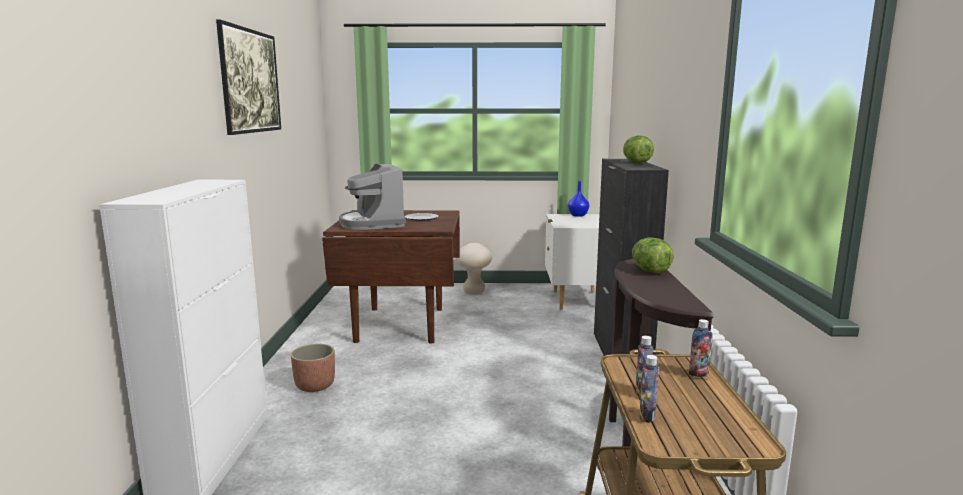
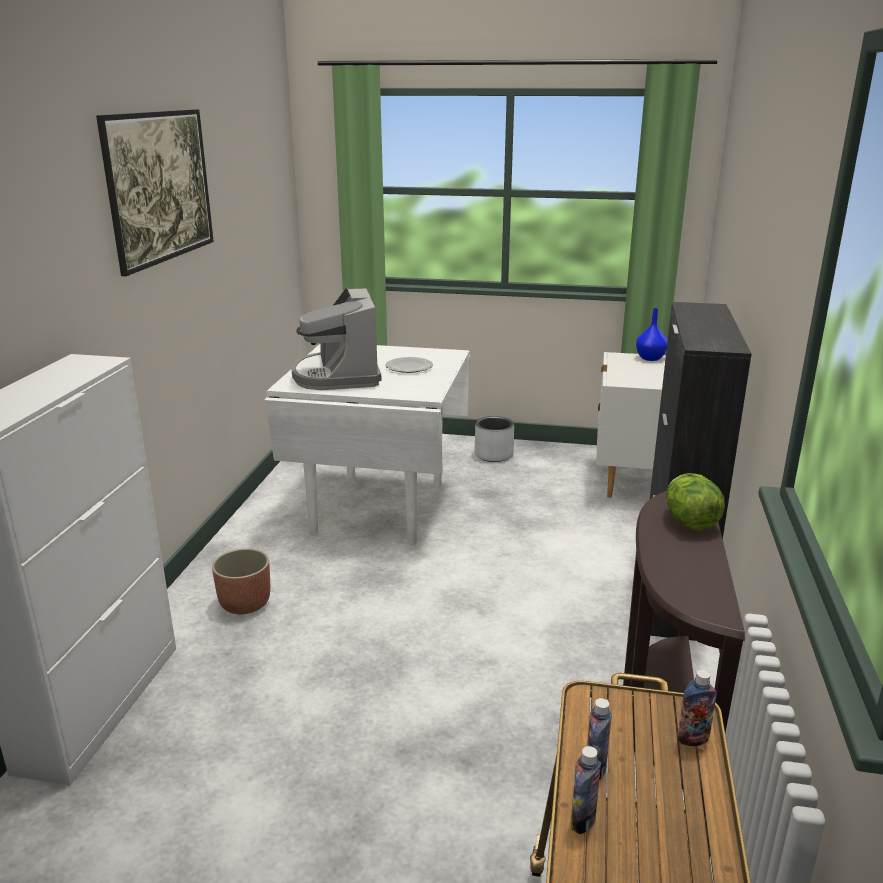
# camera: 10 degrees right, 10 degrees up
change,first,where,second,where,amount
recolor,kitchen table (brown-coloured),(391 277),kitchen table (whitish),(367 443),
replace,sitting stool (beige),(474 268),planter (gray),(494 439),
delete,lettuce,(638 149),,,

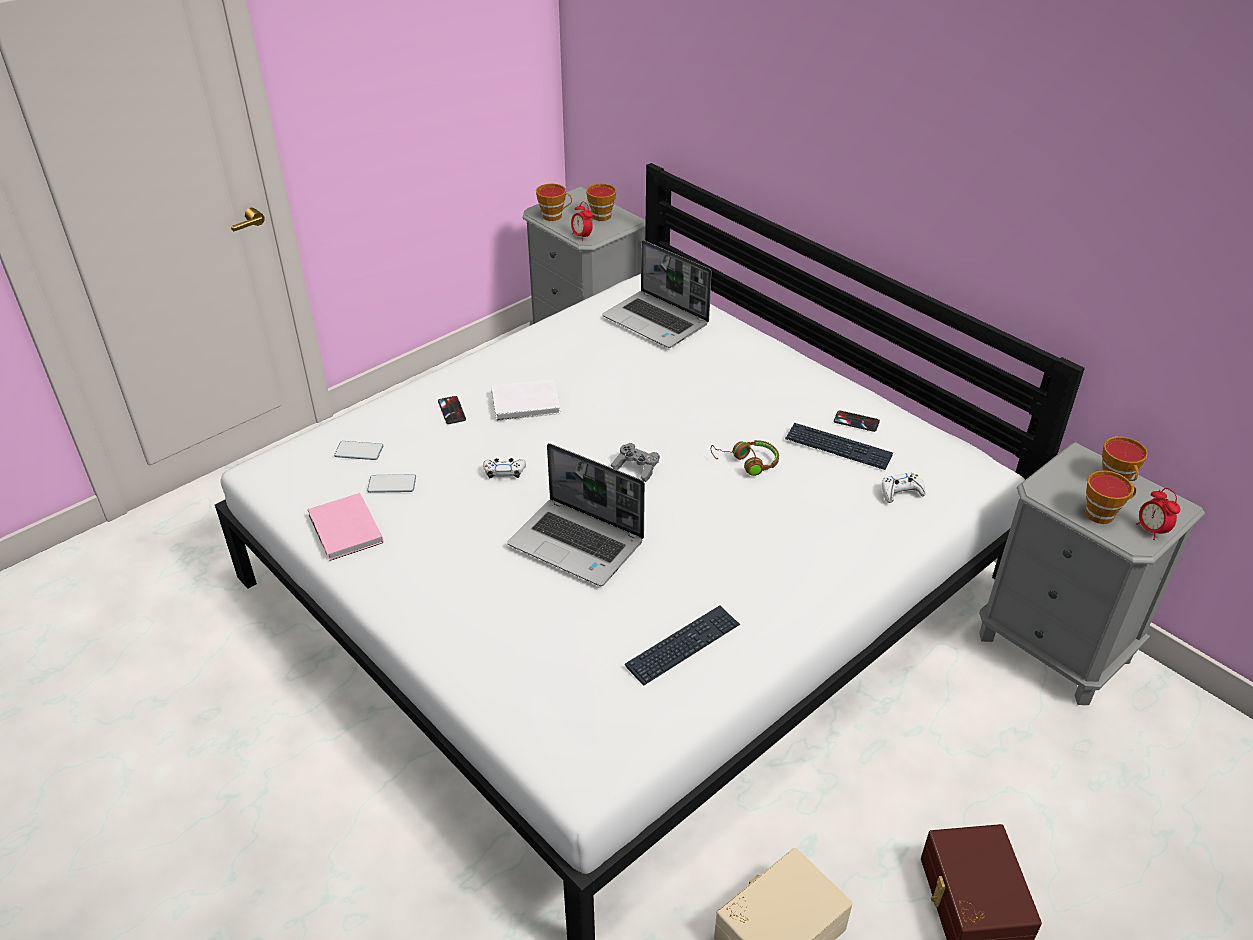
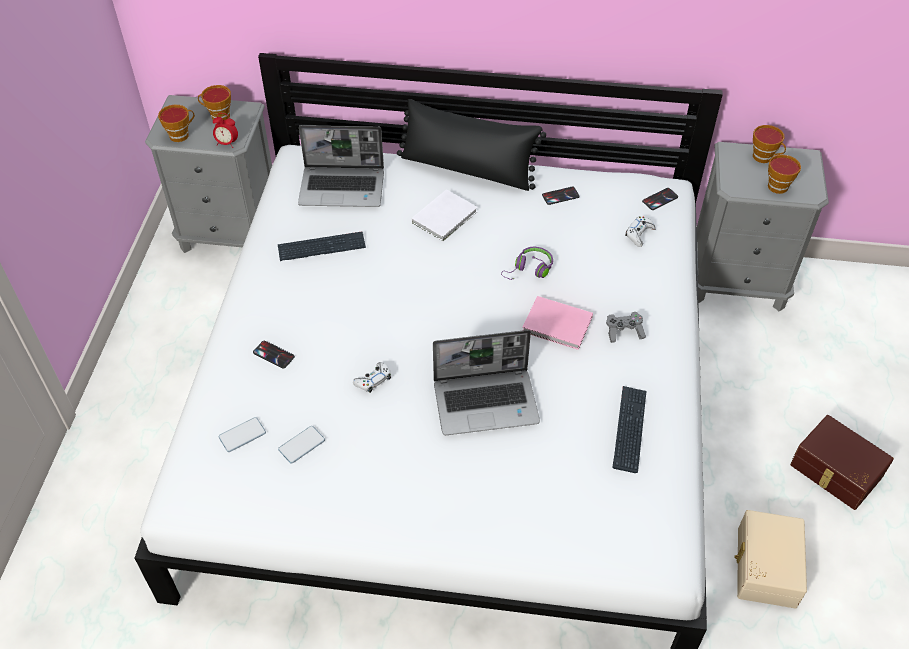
# camera: 40 degrees left, 10 degrees up
change,first,where,second,where,amount
move,bound book (pink),(345 527),,(557 323),
move,bound book (whitish),(526 400),,(445 215),
move,gamepad (gray),(635 462),,(626 327),
recolor,headset (brown-coloured),(745 458),headset (purple-coloured),(527 263),
move,computer keyboard,(839 446),,(322 246),
delete,bedside clock,(1158 514),,,
insert,,,throw pillow (black-coloured),(471 145),
insert,,,telephone,(660 199),

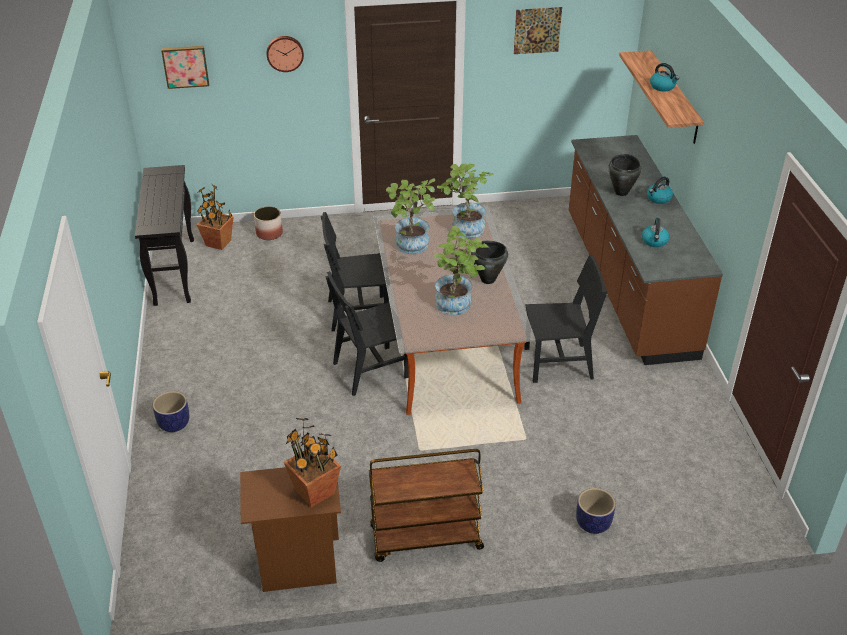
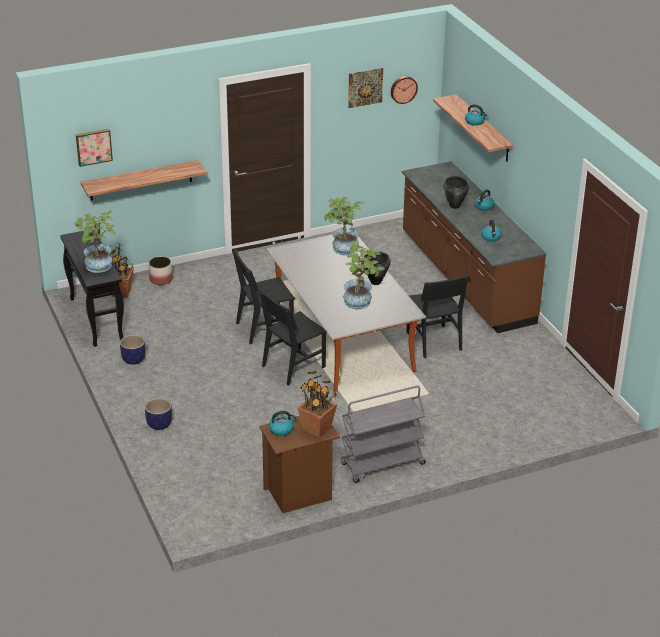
# camera: 15 degrees left, 5 degrees down
change,first,where,second,where,amount
move,wall clock,(285 54),,(404 90),
recolor,cart (brown-coloured),(426 505),cart (gray),(383 434),
move,potted plant,(410 216),,(94 241),
rotate,chair (black-coloured),(566 319),,(437 316),90 degrees clockwise
move,planter,(596 511),,(133 350),
insert,,,wall shelf,(144 180),
insert,,,kettle,(282 423),

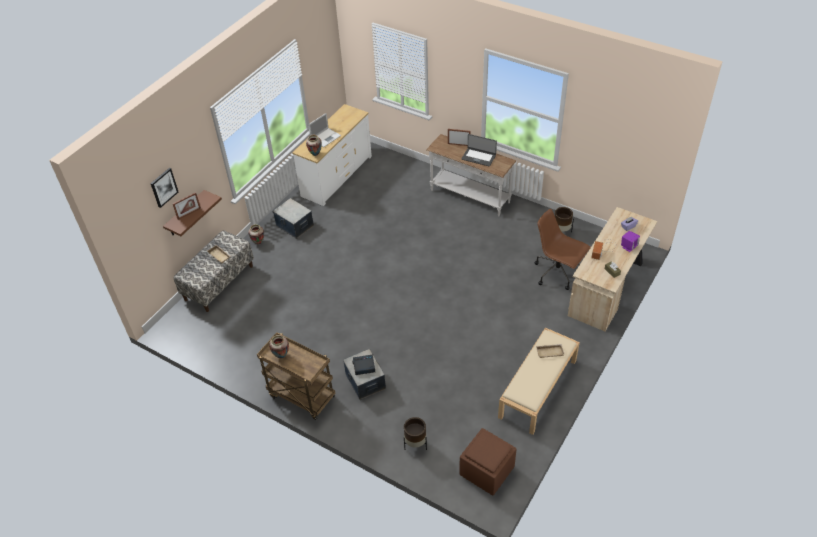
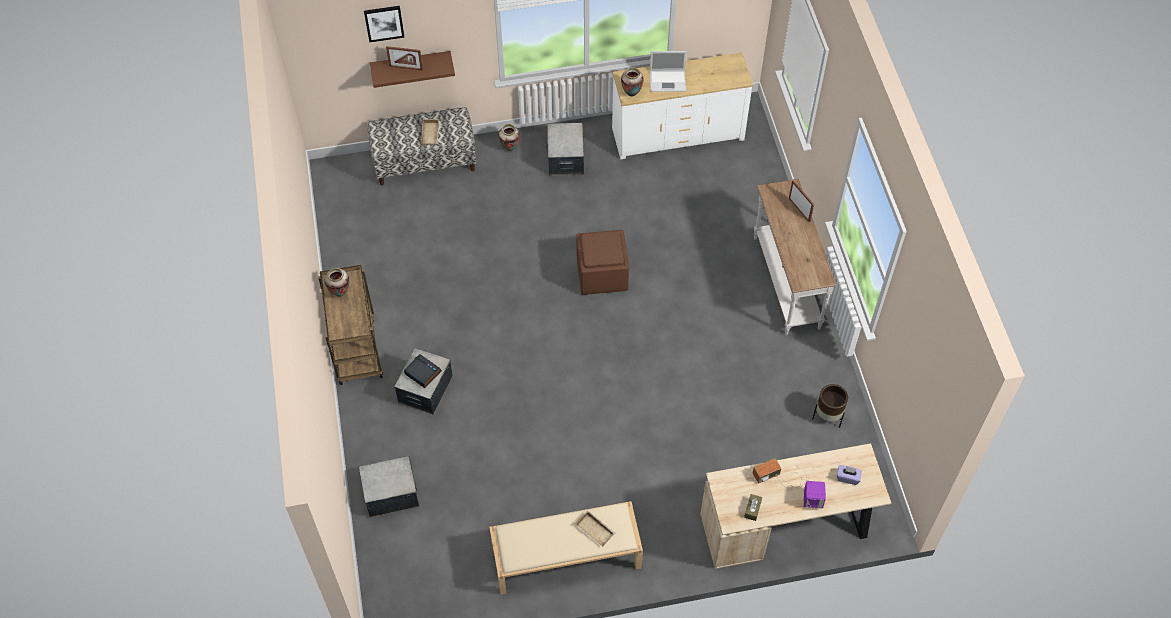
# camera: 45 degrees right, 10 degrees up
change,first,where,second,where,amount
replace,planter (brown-coloured),(415 433),storage container,(389 486),
move,footrest (brown-coloured),(488 461),,(602 262),
delete,portable computer,(479 150),,,
delete,office chair (brown-coloured),(562 249),,,

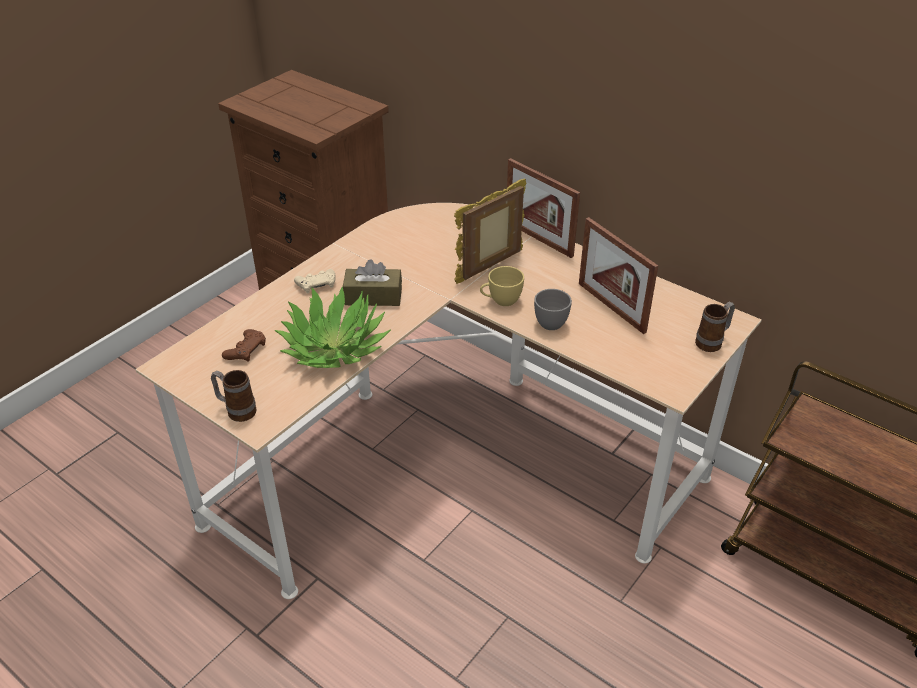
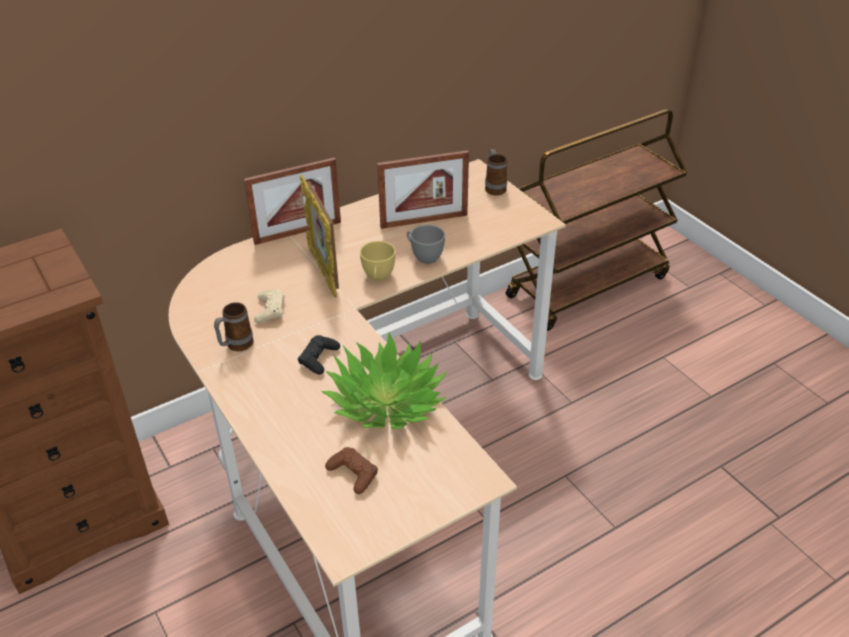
# camera: 70 degrees left, 0 degrees up
change,first,where,second,where,amount
move,mug,(233 396),,(234 326),
move,gamepad (beige),(314 281),,(269 306),
replace,tissue box (brown-coloured),(372 282),gamepad (black-coloured),(319 354),

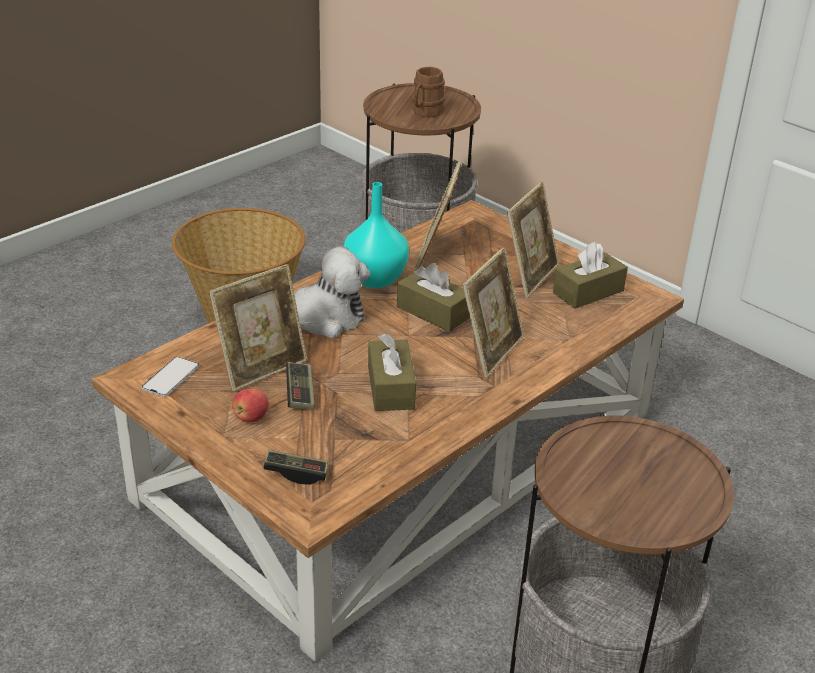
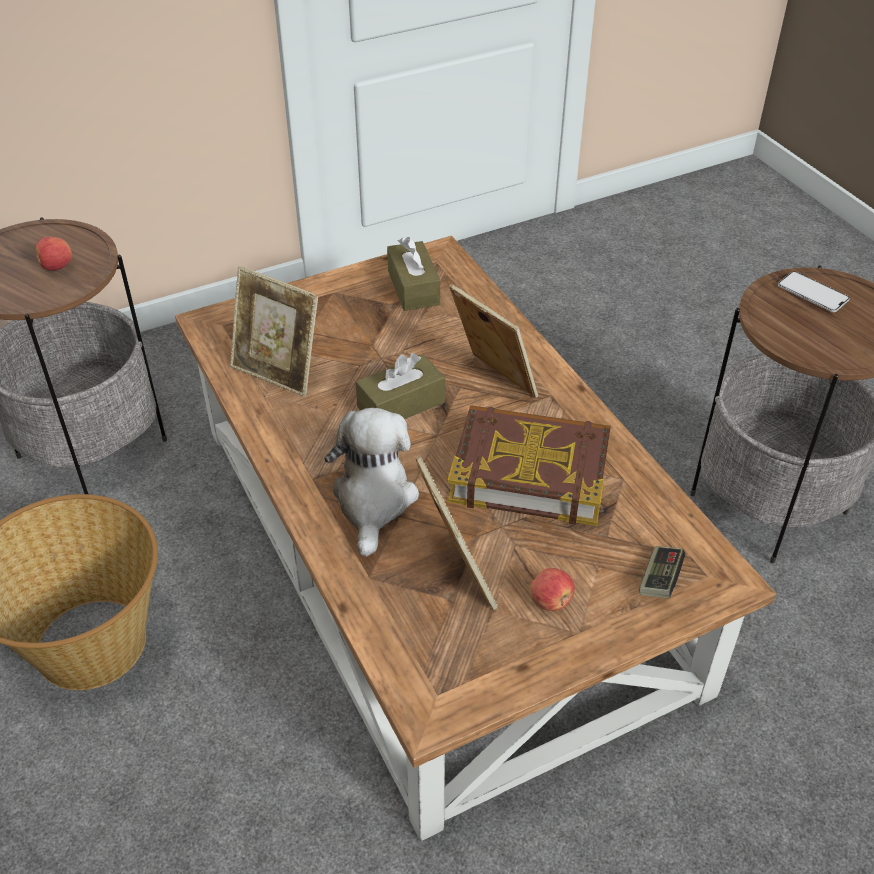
# camera: 70 degrees left, 10 degrees up
change,first,where,second,where,amount
move,telephone,(170 377),,(814 291),
delete,gamepad,(300 386),,,
delete,flower vase (blue-green),(376 235),,,
replace,tissue box (brown-coloured),(392 372),bound book,(529 465),
replace,mug (brown-coloured),(428 92),whole apple,(53 254),
delete,photo frame,(533 240),,,

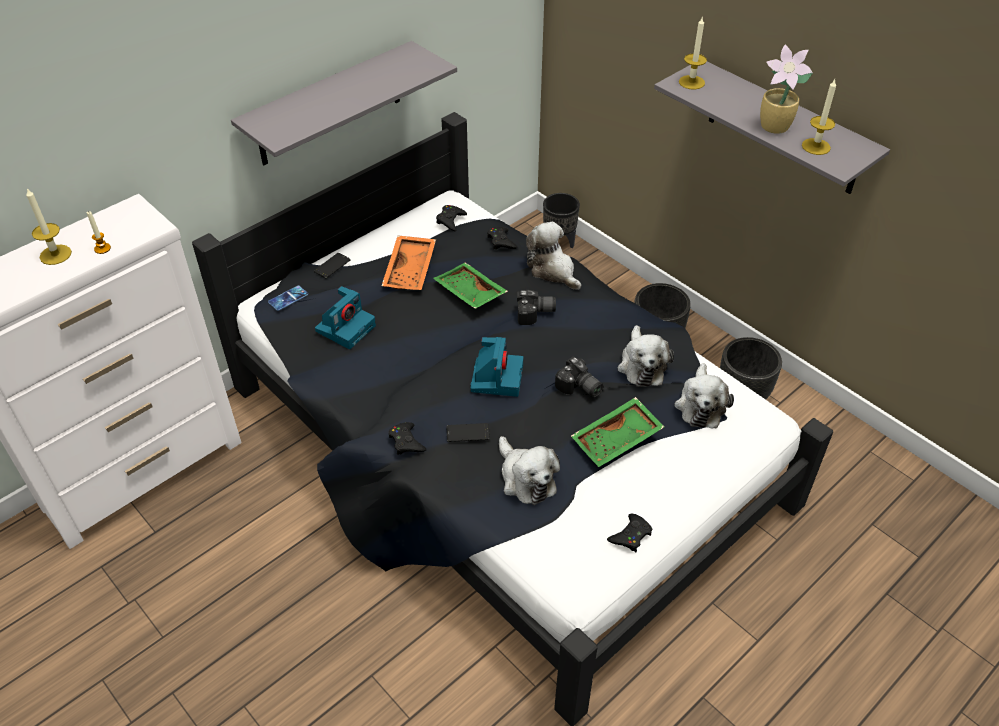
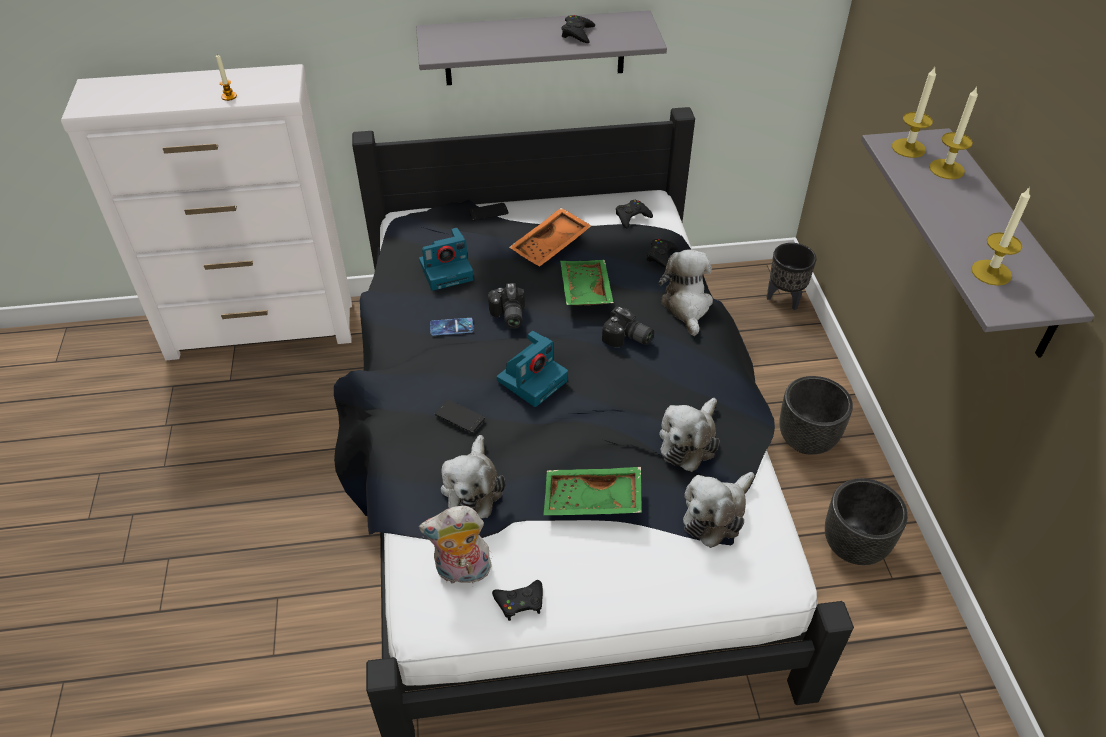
# camera: 35 degrees right, 0 degrees up
change,first,where,second,where,amount
move,wax light,(49 226),,(953 132),
move,telephone,(288 298),,(452 327),
move,gamepad (black-coloured),(407 438),,(578 29),
move,still camera,(579 377),,(506 306),
delete,potted plant,(786 89),,,
insert,,,plush toy,(456 545),

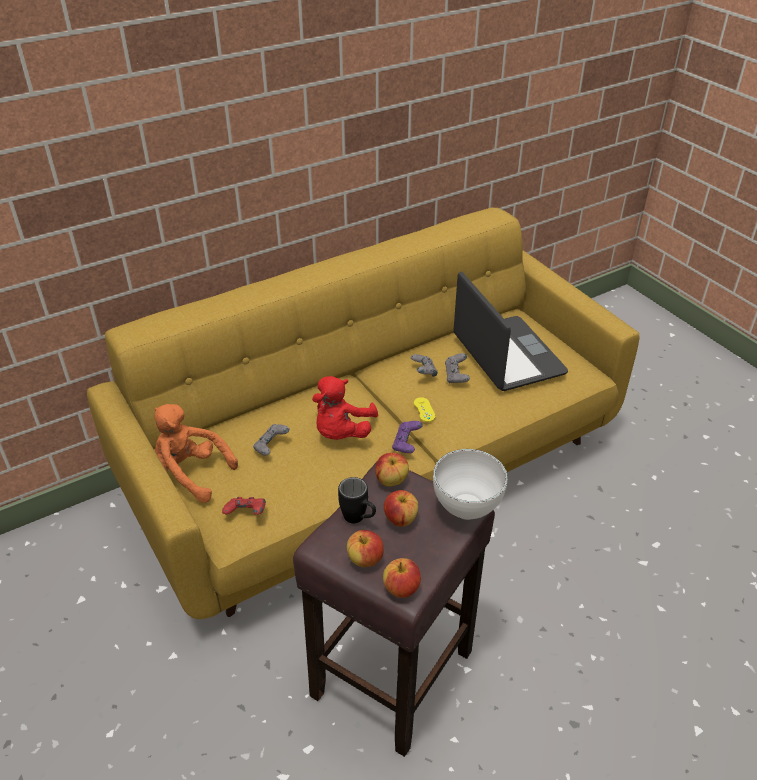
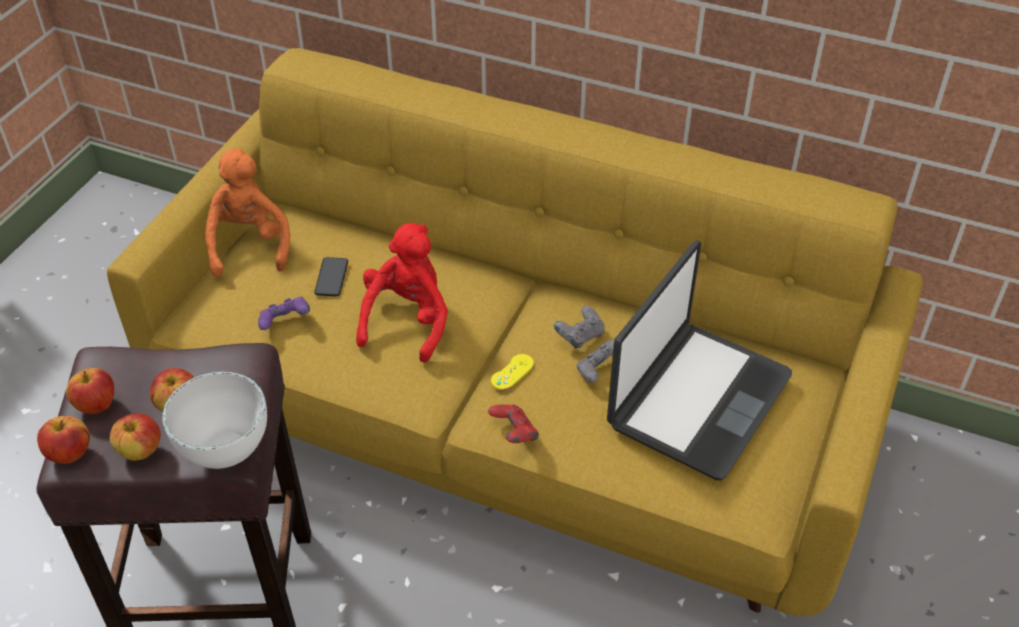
# camera: 55 degrees right, 5 degrees up
change,first,where,second,where,amount
move,gamepad (red-coloured),(244 506),,(513 423),
replace,gamepad (gray),(271 440),telephone,(331 276),
rotate,plush toy (red-coloured),(345 408),,(402 293),120 degrees clockwise
delete,mug (black-coloured),(357 500),,,
move,whole apple,(392 470),,(135 437),
move,gamepad (purple-coloured),(407 437),,(284 313),

